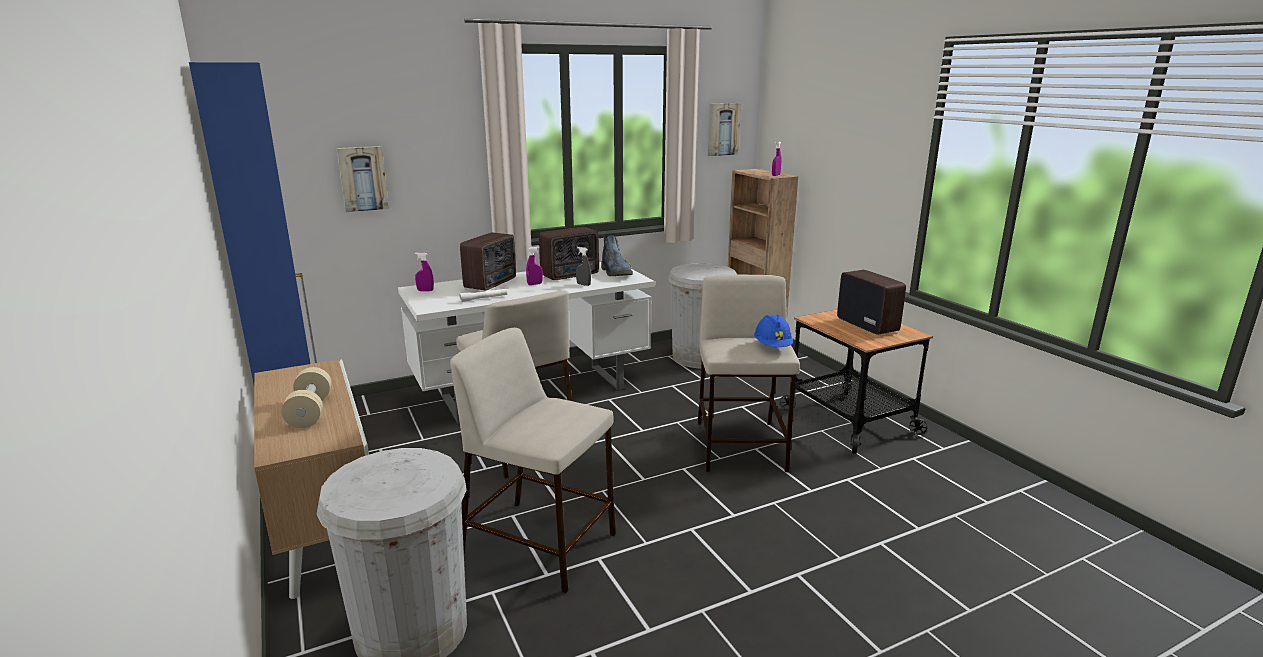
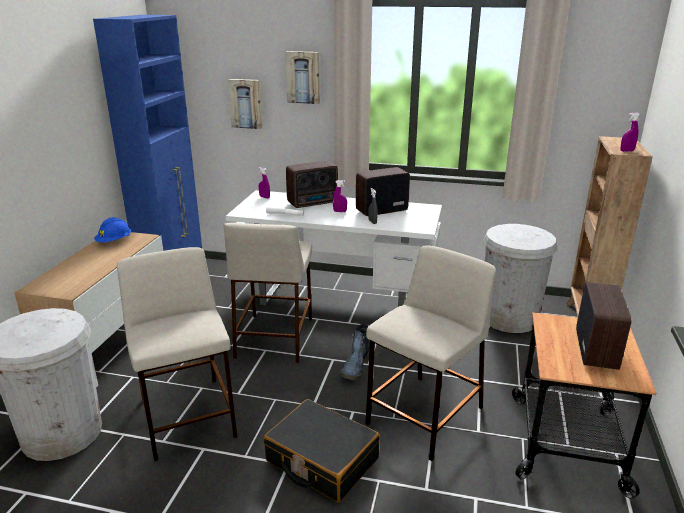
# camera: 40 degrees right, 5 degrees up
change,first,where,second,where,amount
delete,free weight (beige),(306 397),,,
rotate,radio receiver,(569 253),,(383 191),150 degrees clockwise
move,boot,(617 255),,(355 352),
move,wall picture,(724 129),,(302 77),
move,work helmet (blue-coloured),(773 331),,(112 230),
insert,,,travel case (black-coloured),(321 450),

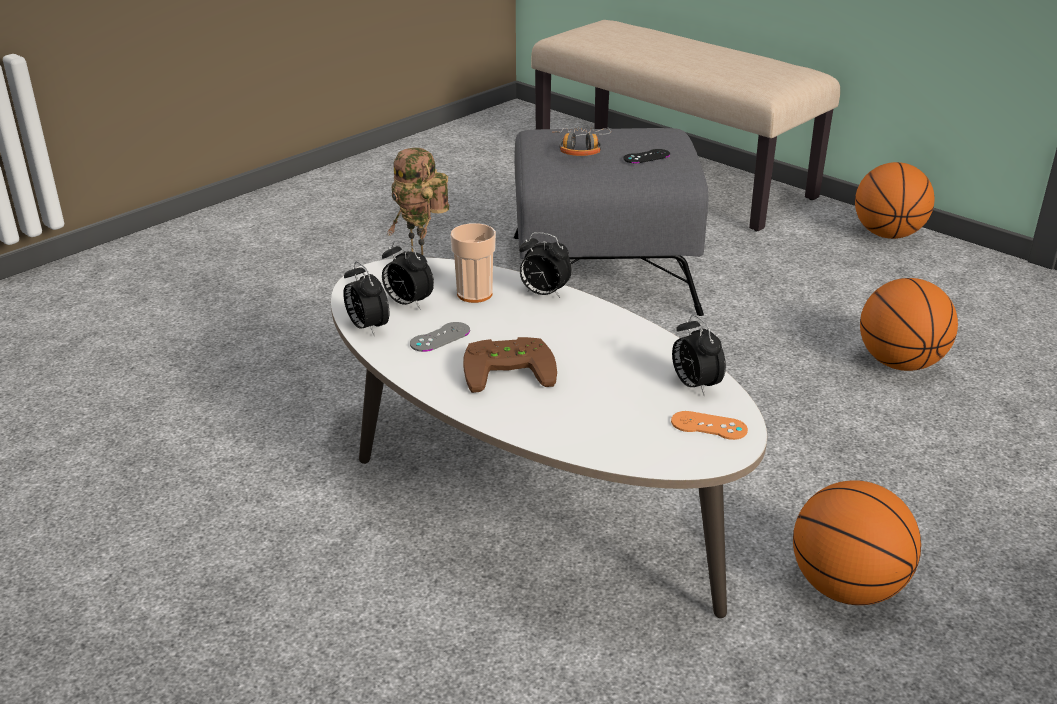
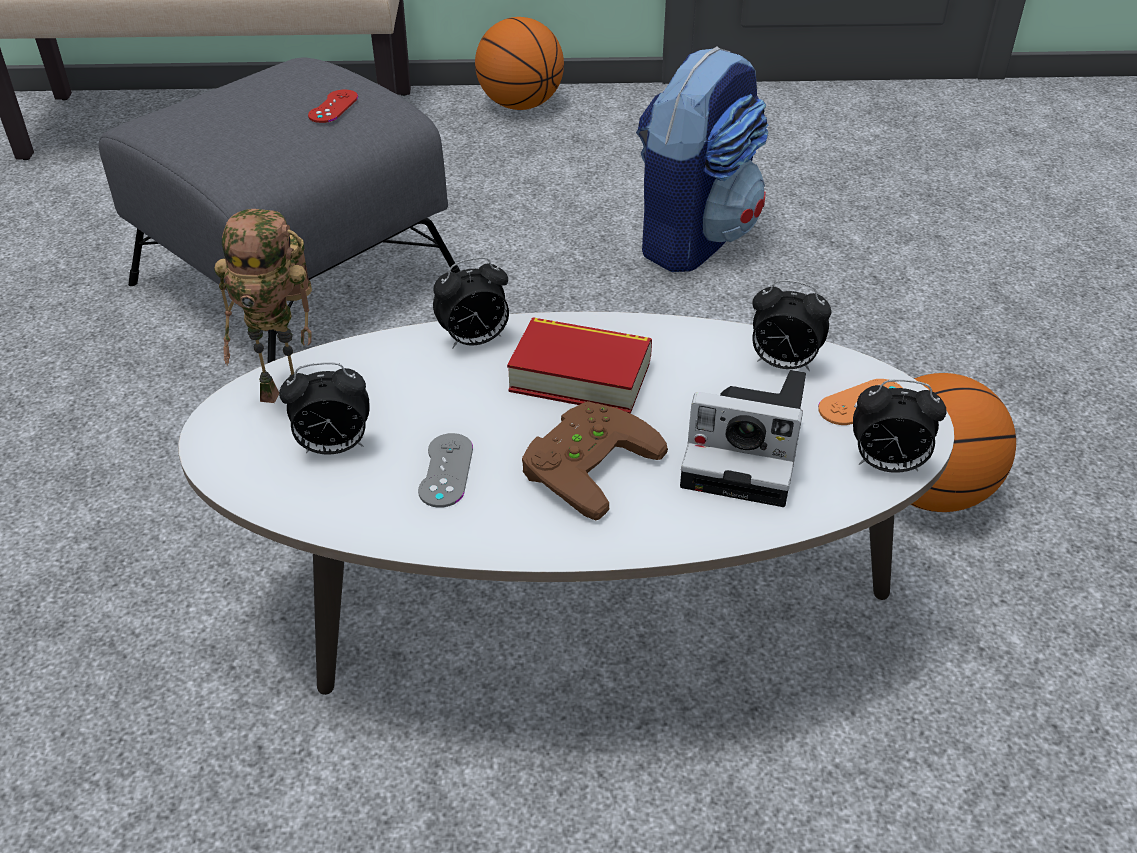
# camera: 45 degrees left, 10 degrees up
change,first,where,second,where,amount
move,bedside clock,(366 298),,(900 426),
delete,cup,(473 263),,,
delete,headset,(583 141),,,
recolor,gamepad (black-coloured),(646 156),gamepad (red-coloured),(333 106),
replace,basketball ball,(909 324),backpack,(702 159),
insert,,,bound book,(579 365),
insert,,,still camera,(743 438),

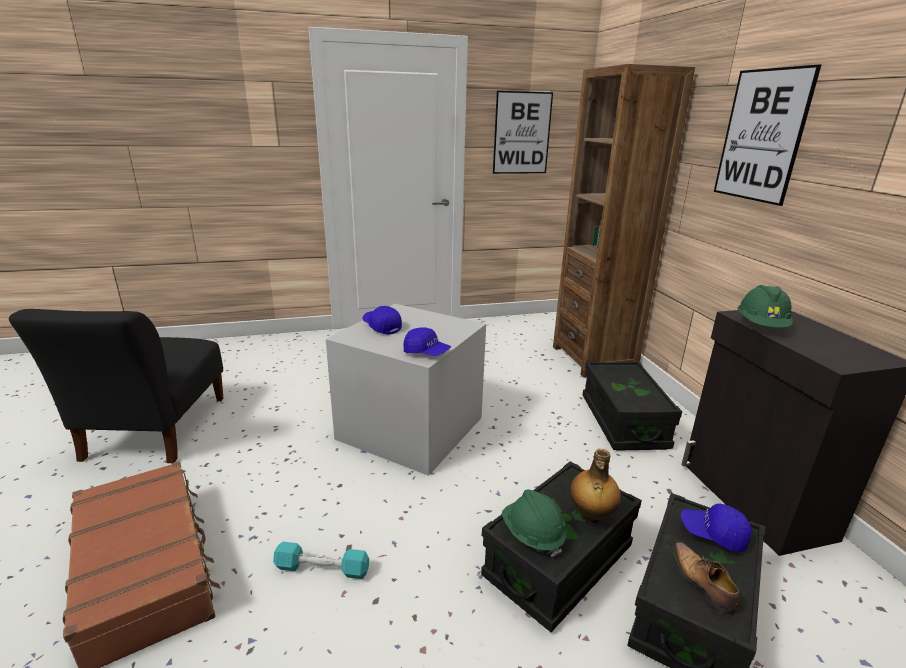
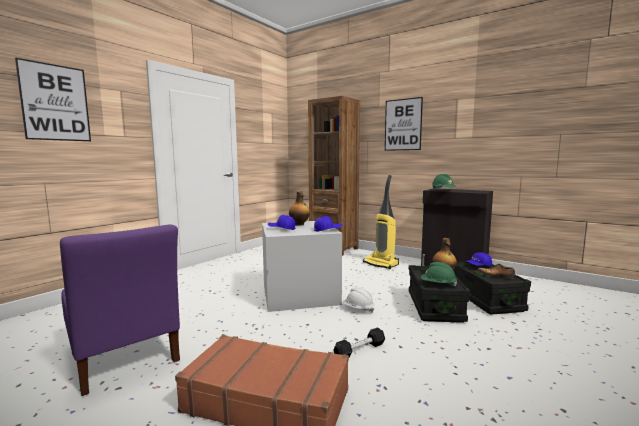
# camera: 40 degrees left, 15 degrees down
change,first,where,second,where,amount
recolor,chair (black-coloured),(116 386),chair (purple-coloured),(120 310),
recolor,free weight (blue-green),(321 560),free weight (black-coloured),(359 343),
move,wall picture,(523 132),,(53 99),
replace,storage container (black-coloured),(632 406),vacuum cleaner,(381 222),
insert,,,bottle,(299 208),
insert,,,work helmet (whitish),(358 300),

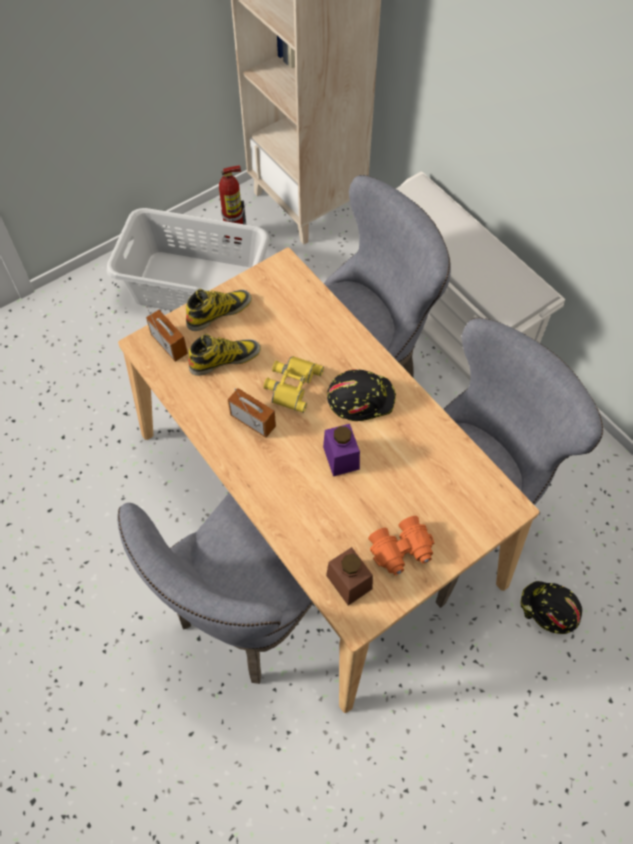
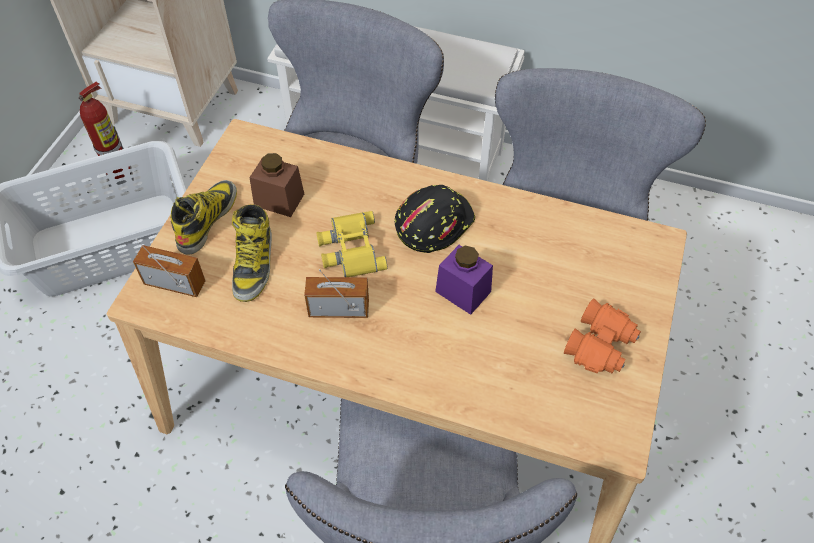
# camera: 35 degrees left, 5 degrees down
change,first,where,second,where,amount
rotate,boot,(224 355),,(252 253),150 degrees clockwise
move,storage jar (brown-coloured),(349 576),,(276 185),
delete,work helmet (black-coloured),(551 607),,,

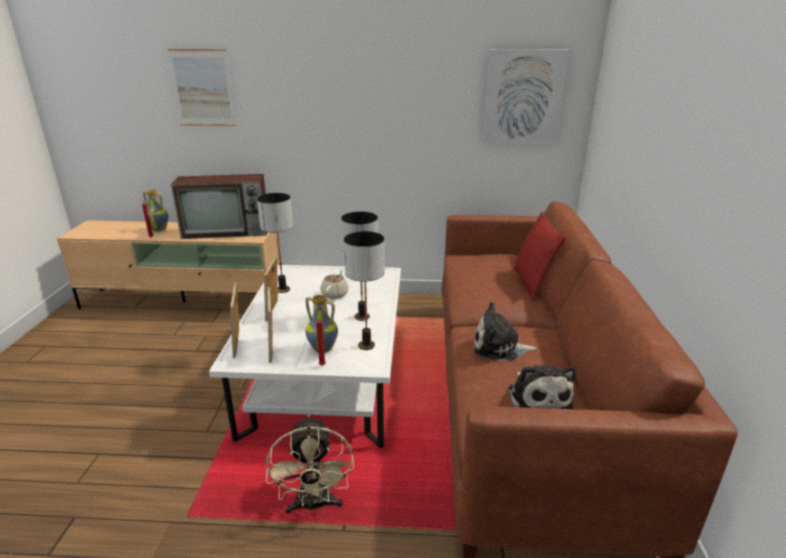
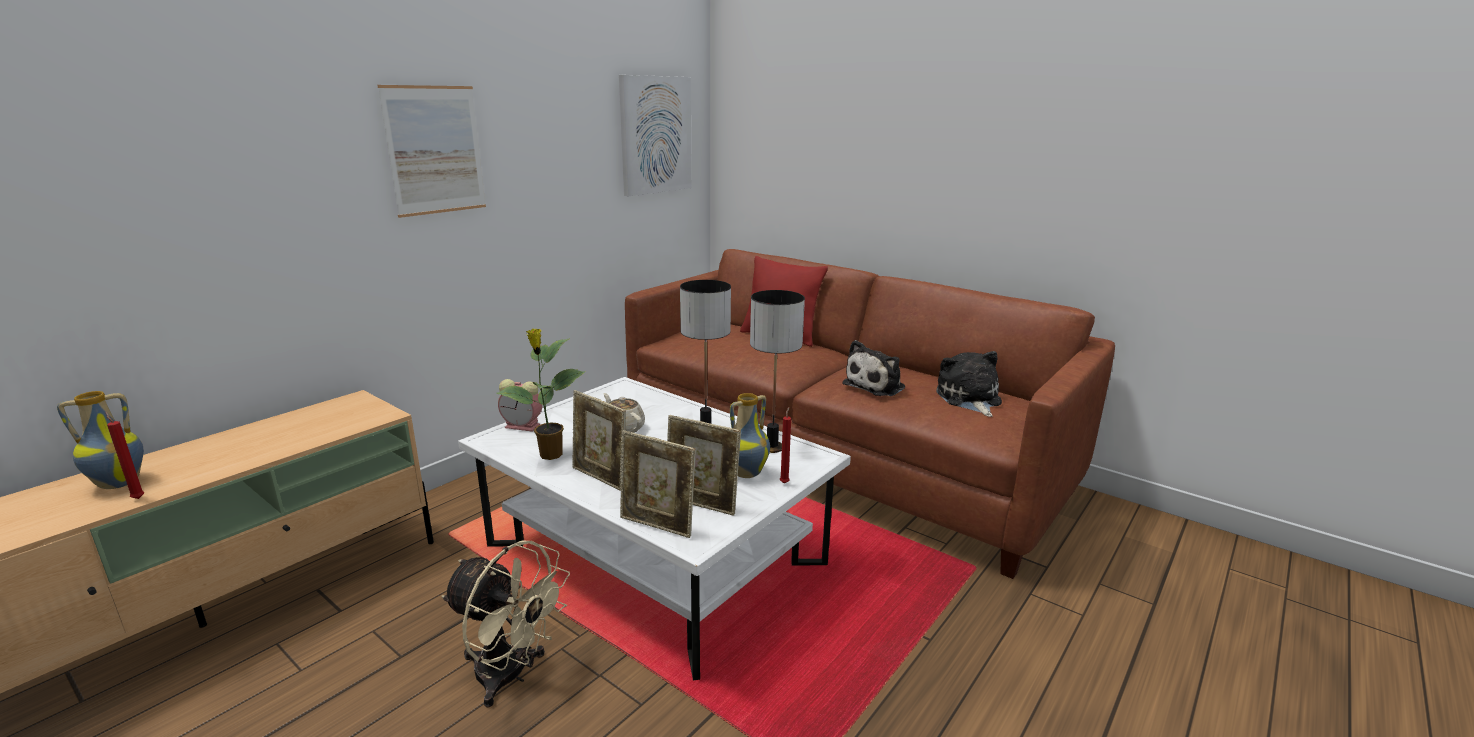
# camera: 55 degrees left, 5 degrees down
change,first,where,second,where,amount
move,wall picture,(201 87),,(432 151),
delete,television,(219 206),,,
replace,tabletop lamp,(275 243),potted plant,(540 394),
move,fan (beige),(310 464),,(506 624),
rotate,plush toy,(542 387),,(969 384),120 degrees counterclockwise
insert,,,bedside clock,(520 405),

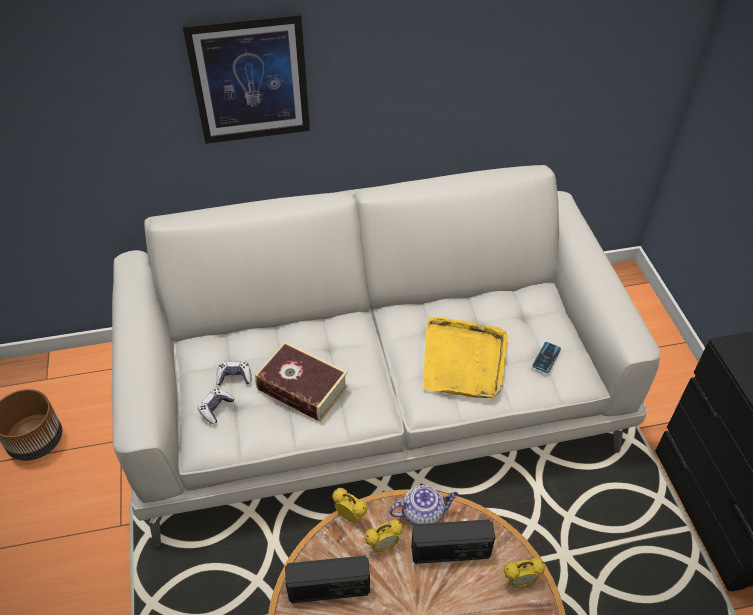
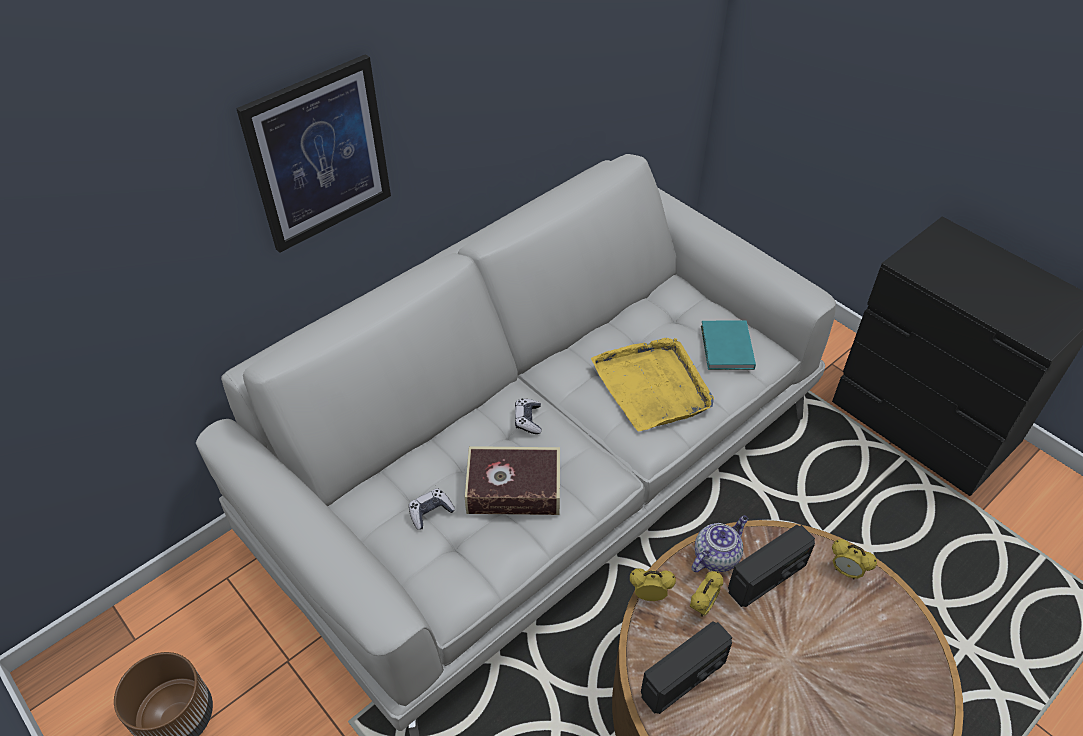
# camera: 30 degrees left, 0 degrees up
change,first,where,second,where,amount
move,gamepad,(216 406),,(528 416),
rotate,bedside clock,(524 572),,(854 559),75 degrees clockwise
replace,telephone,(546 357),bound book (blue-green),(728 345),

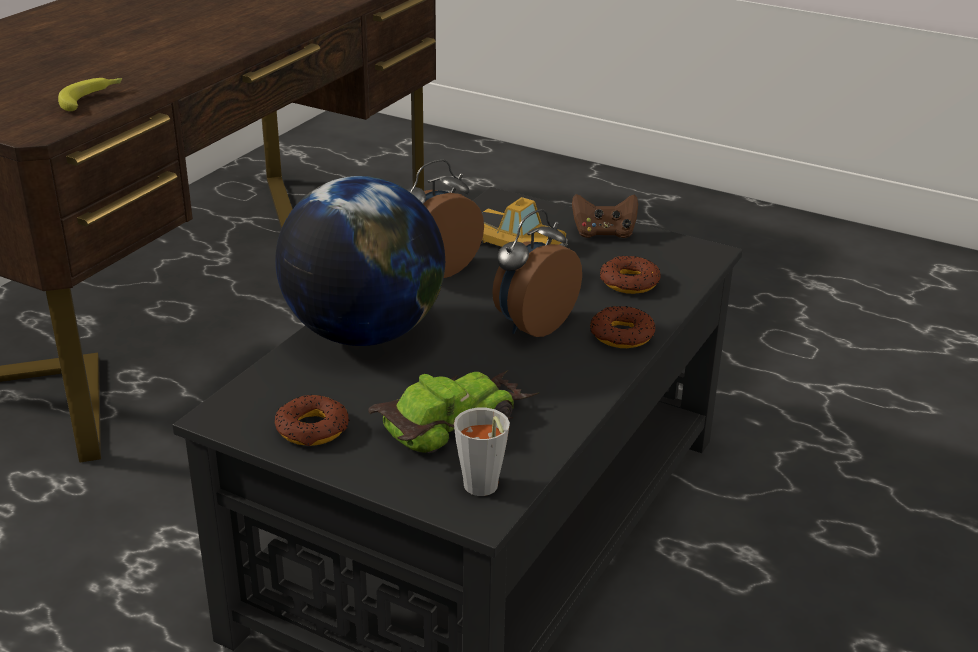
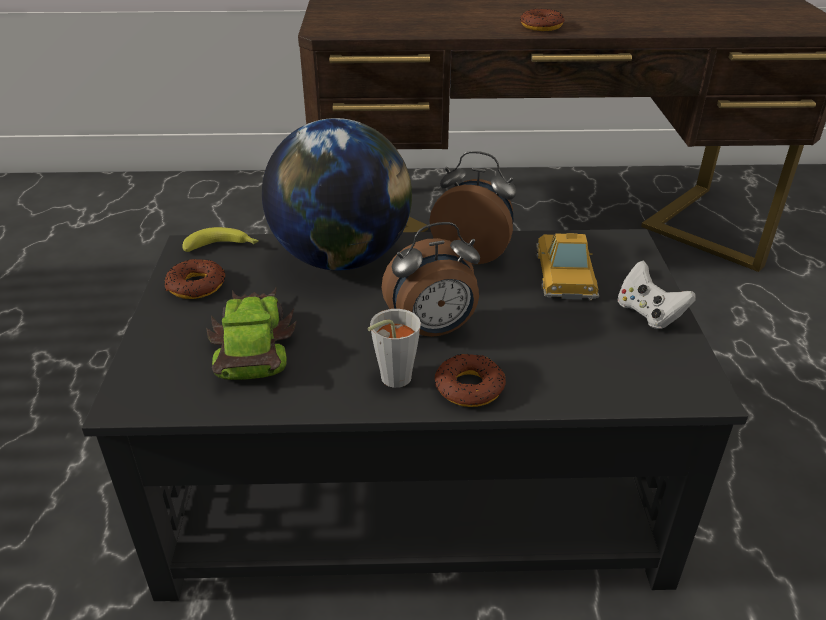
# camera: 60 degrees right, 5 degrees up
change,first,where,second,where,amount
move,banana,(90 94),,(220 239),
rotate,toy car,(454 411),,(251 333),120 degrees counterclockwise
move,cup (gray),(482 452),,(394 348),
rotate,bedside clock,(537 273),,(430 279),150 degrees clockwise
recolor,gamepad (brown-coloured),(605 216),gamepad (whitish),(656 294),
move,doughnut,(630 275),,(542 20),

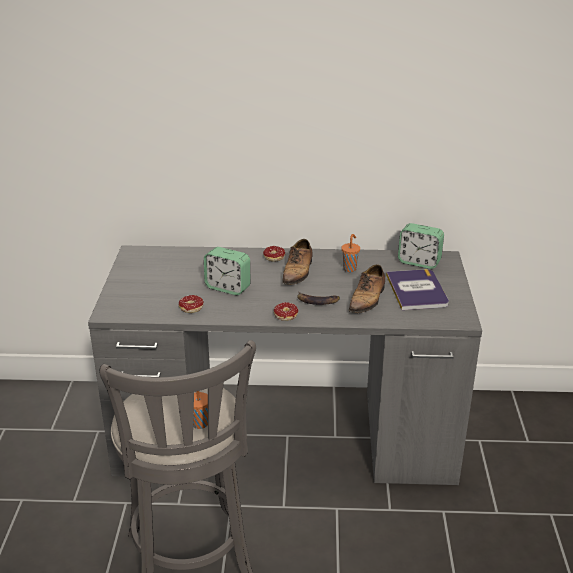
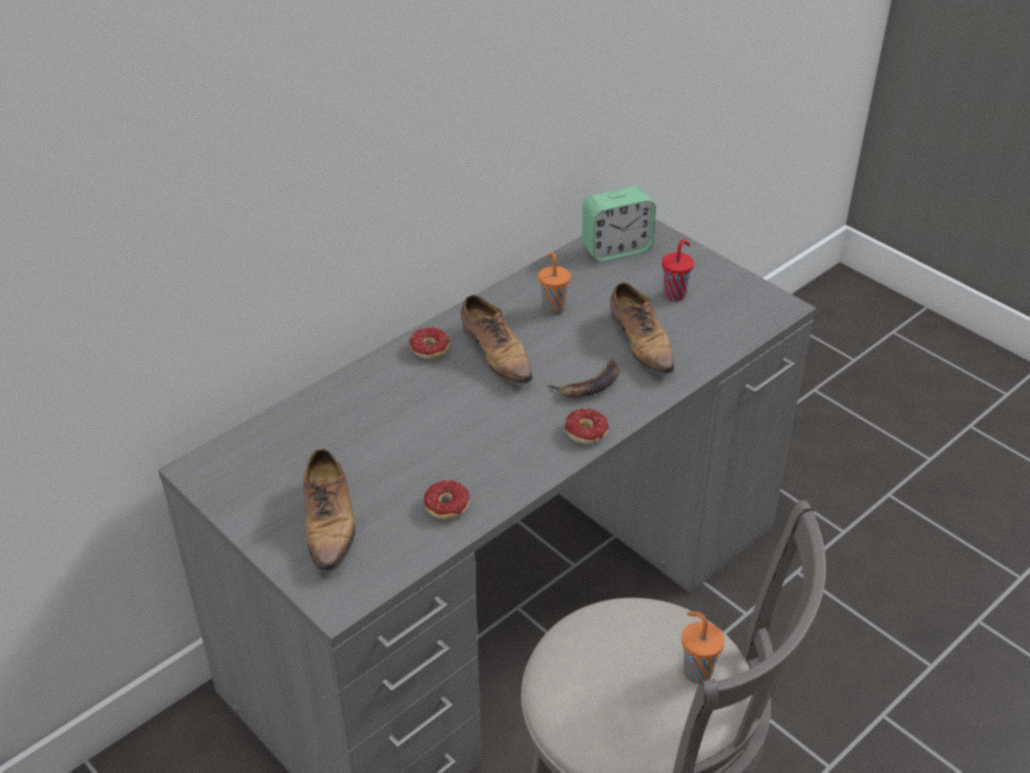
# camera: 45 degrees left, 10 degrees up
change,first,where,second,where,amount
delete,bedside clock,(227 271),,,
replace,bound book,(417 289),cup (red-coloured),(678 270),
insert,,,item of footwear,(329 511),

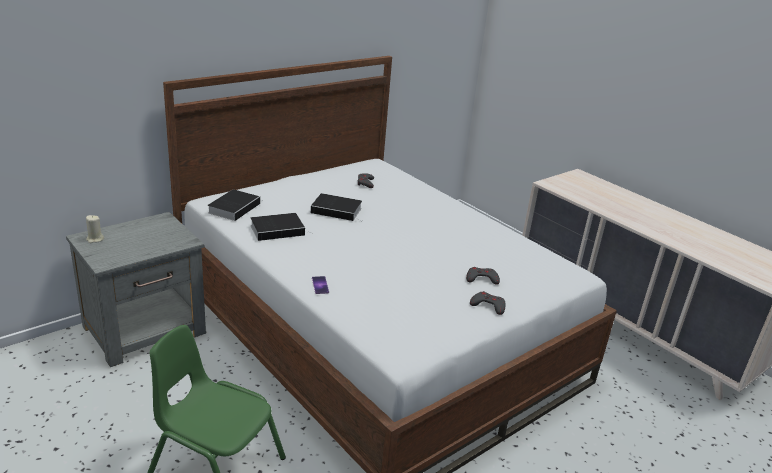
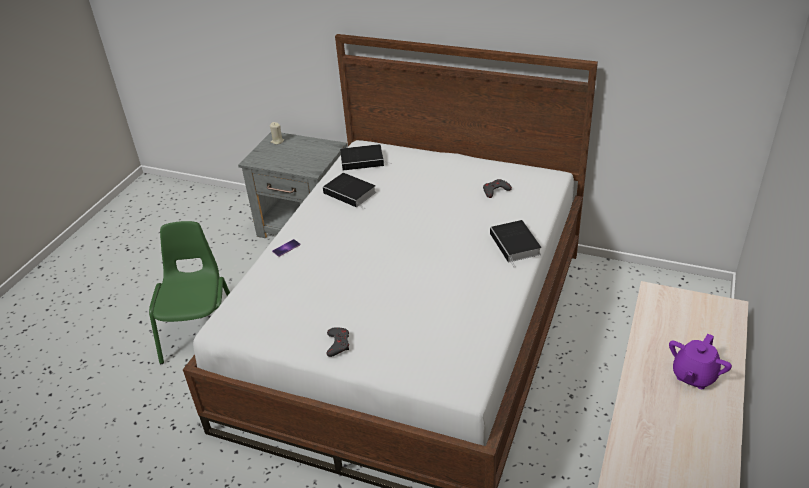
# camera: 65 degrees right, 10 degrees up
change,first,where,second,where,amount
move,bound book,(336 207),,(515 244),
delete,gamepad (gray),(483 276),,,
insert,,,teapot (purple-coloured),(700 361),

